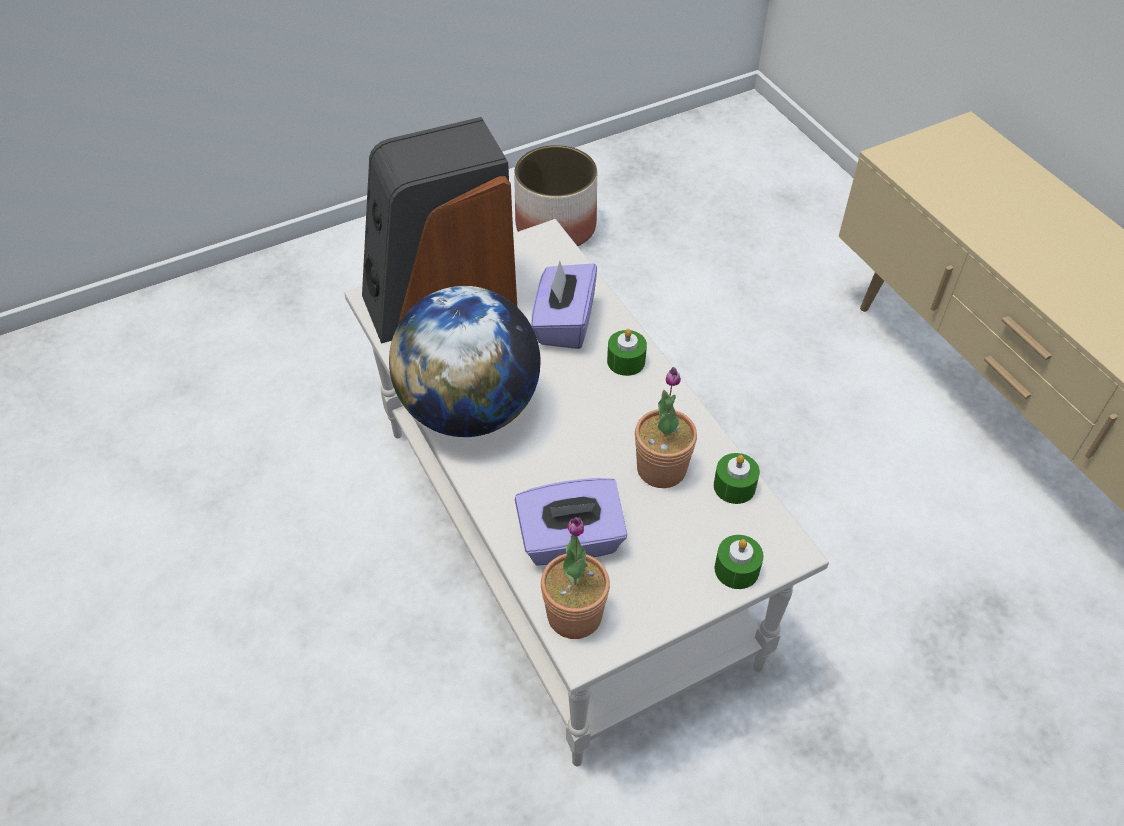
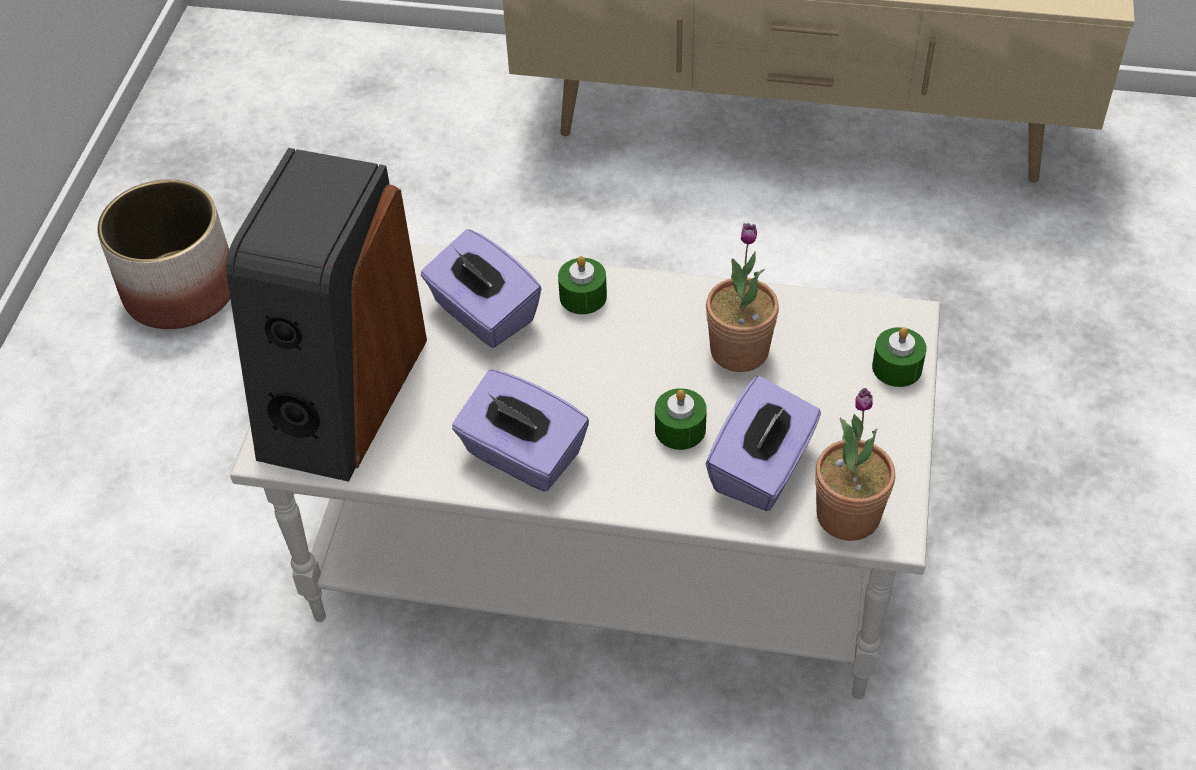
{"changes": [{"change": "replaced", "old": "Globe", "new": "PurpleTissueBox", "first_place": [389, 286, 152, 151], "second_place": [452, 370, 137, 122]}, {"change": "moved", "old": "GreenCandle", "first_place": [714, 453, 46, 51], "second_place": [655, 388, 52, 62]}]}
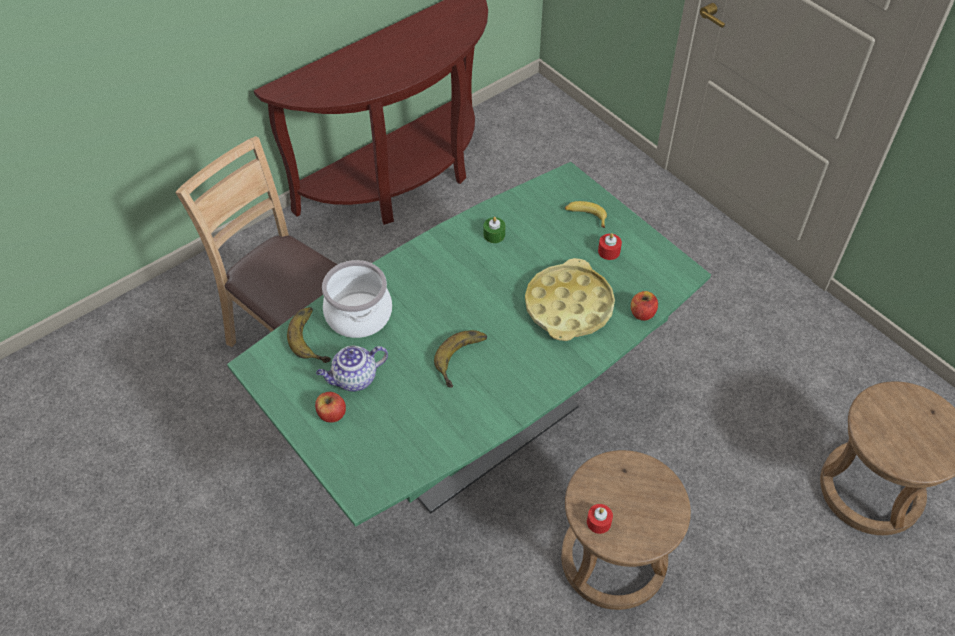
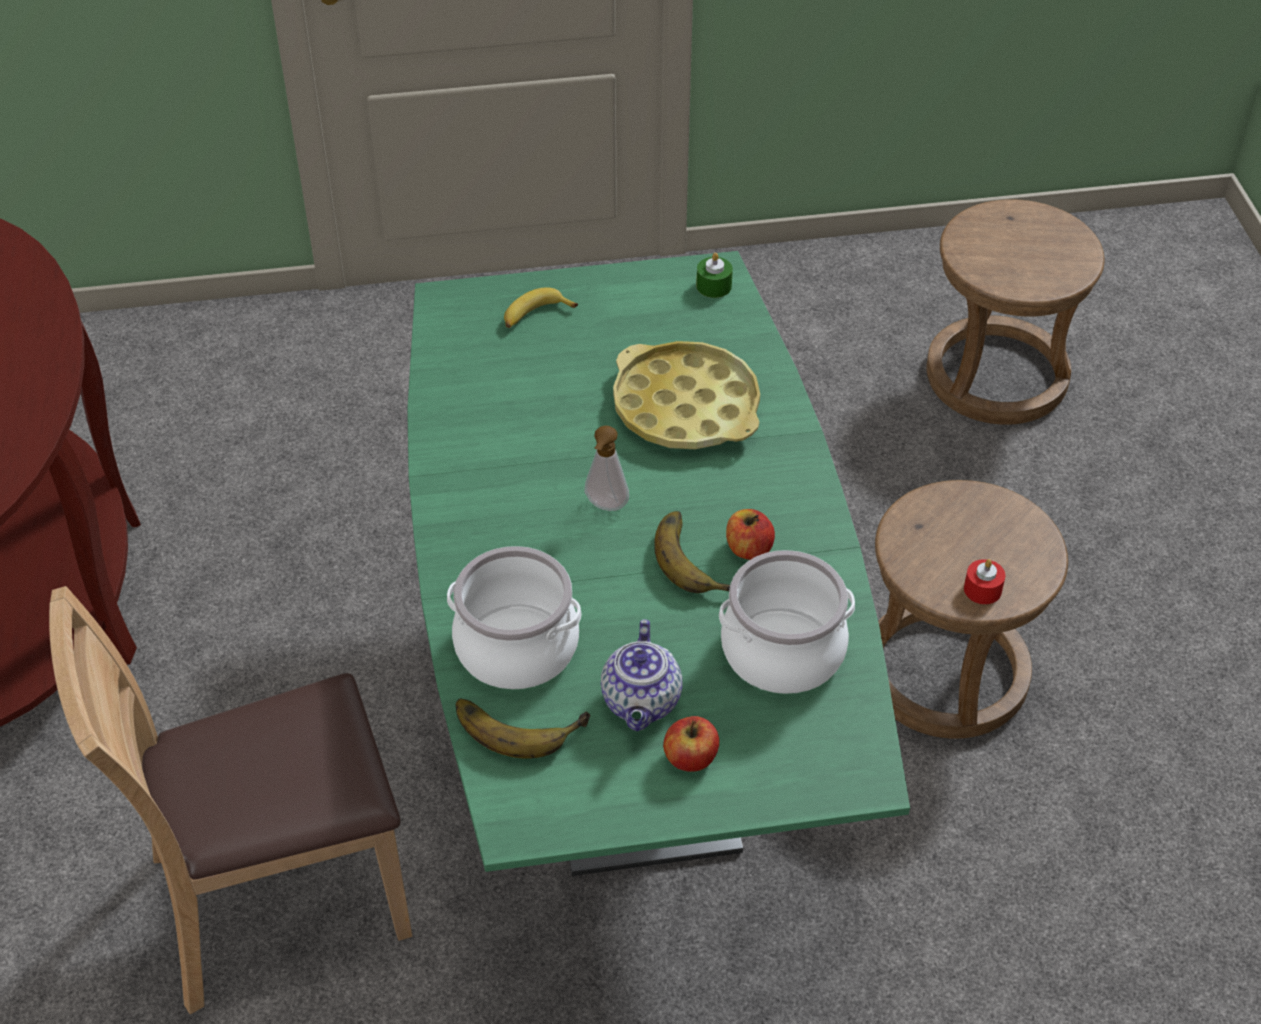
{"changes": [{"change": "moved", "old": "GreenCandle", "first_place": [483, 217, 22, 26], "second_place": [696, 253, 37, 45]}, {"change": "removed", "old": "RedCandle", "first_place": [598, 233, 24, 27]}, {"change": "moved", "old": "Apple", "first_place": [631, 291, 27, 30], "second_place": [726, 509, 49, 51]}, {"change": "added", "new": "SoapDispenser", "second_place": [585, 426, 44, 85]}, {"change": "added", "new": "CookingPot", "second_place": [719, 550, 136, 144]}]}
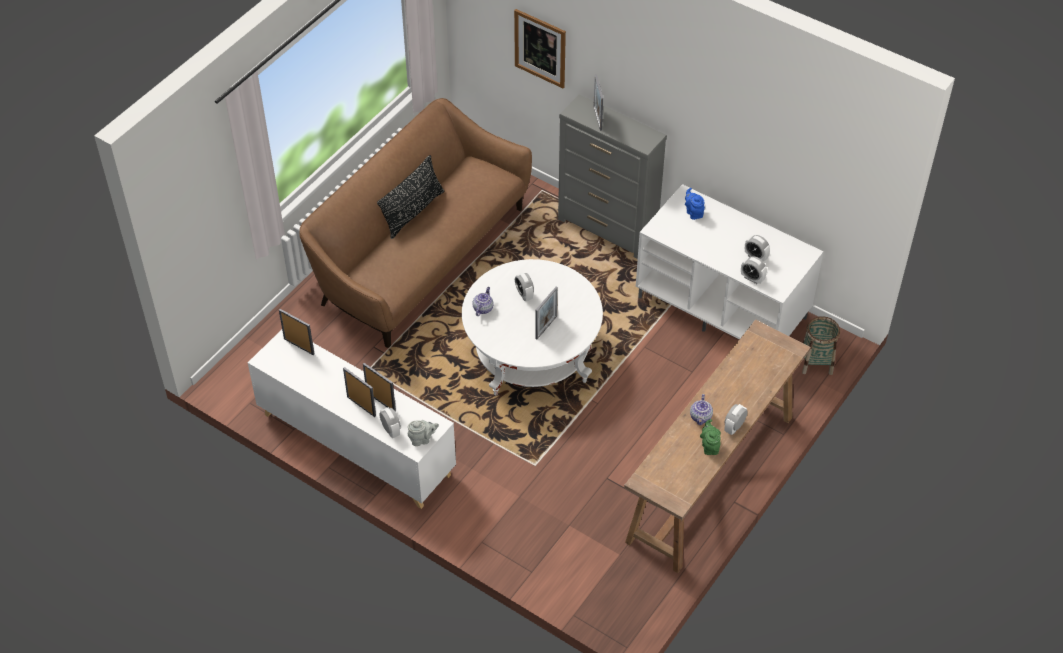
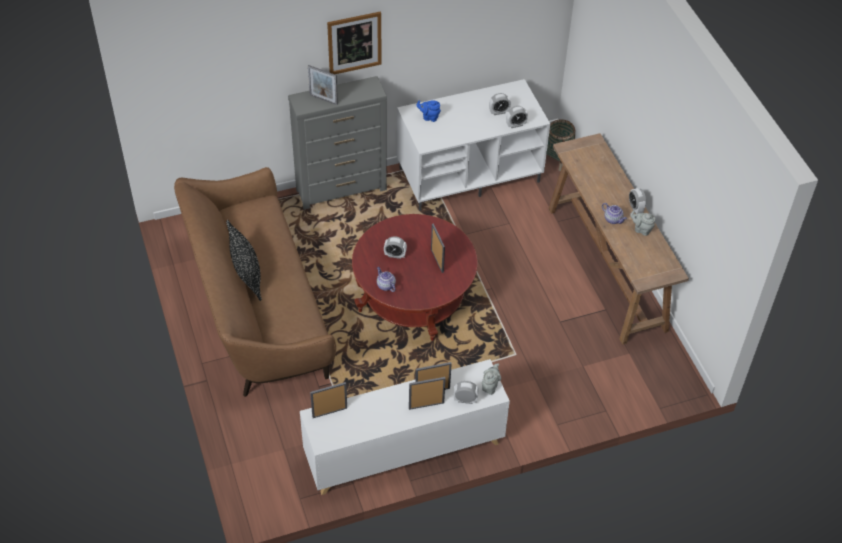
{"changes": [{"change": "recoloured", "old": "WhiteCoffeeTable", "new": "RedCoffeeTable", "first_place": [462, 259, 141, 136], "second_place": [352, 214, 126, 127]}, {"change": "moved", "old": "Picture", "first_place": [514, 9, 52, 79], "second_place": [327, 12, 55, 62]}, {"change": "recoloured", "old": "GreenTeapot", "new": "GreyTeapot", "first_place": [700, 419, 21, 36], "second_place": [630, 210, 25, 26]}]}
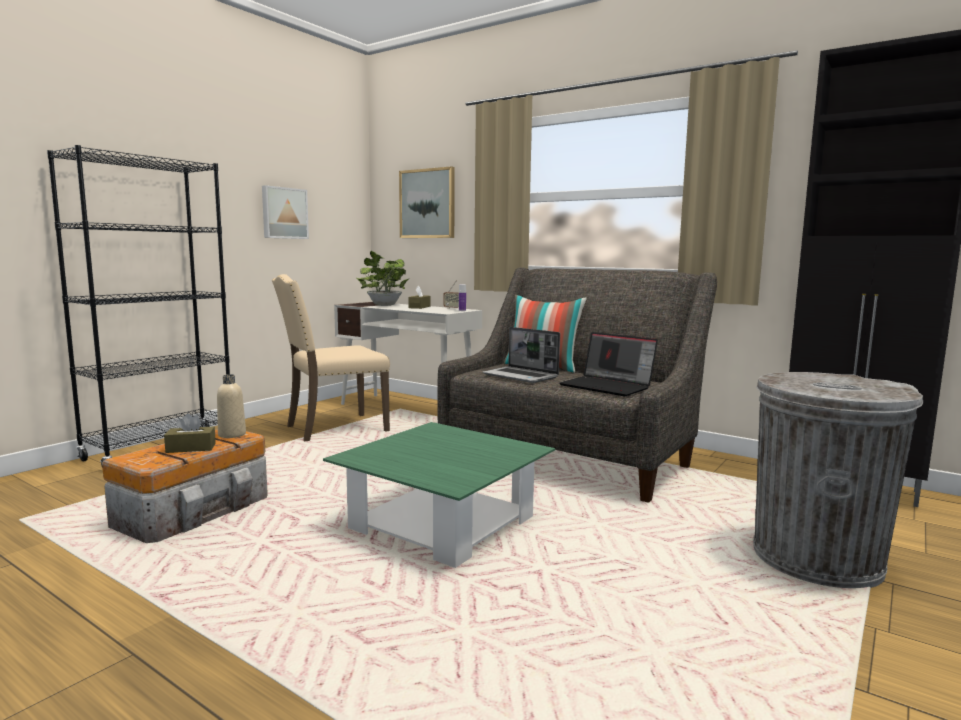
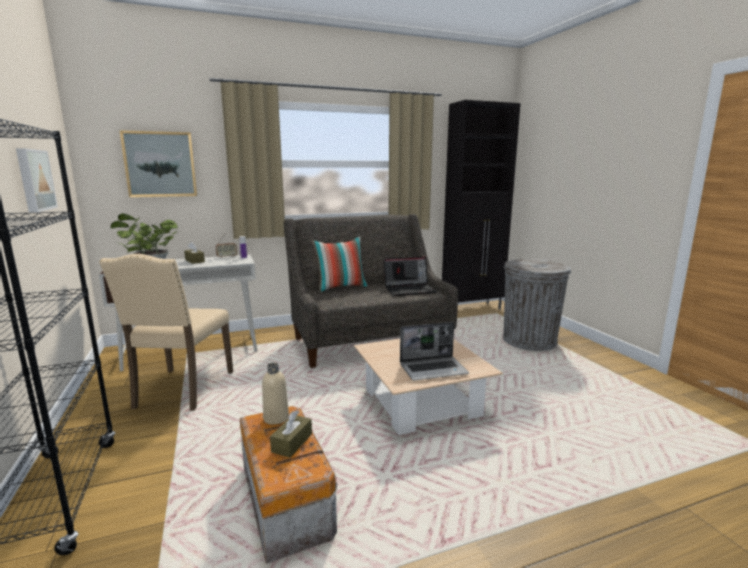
{"changes": [{"change": "recoloured", "old": "GreenCoffeeTable", "new": "BeigeCoffeeTable", "first_place": [323, 422, 232, 146], "second_place": [354, 339, 149, 96]}, {"change": "moved", "old": "Laptop", "first_place": [482, 327, 78, 56], "second_place": [400, 322, 69, 58]}]}
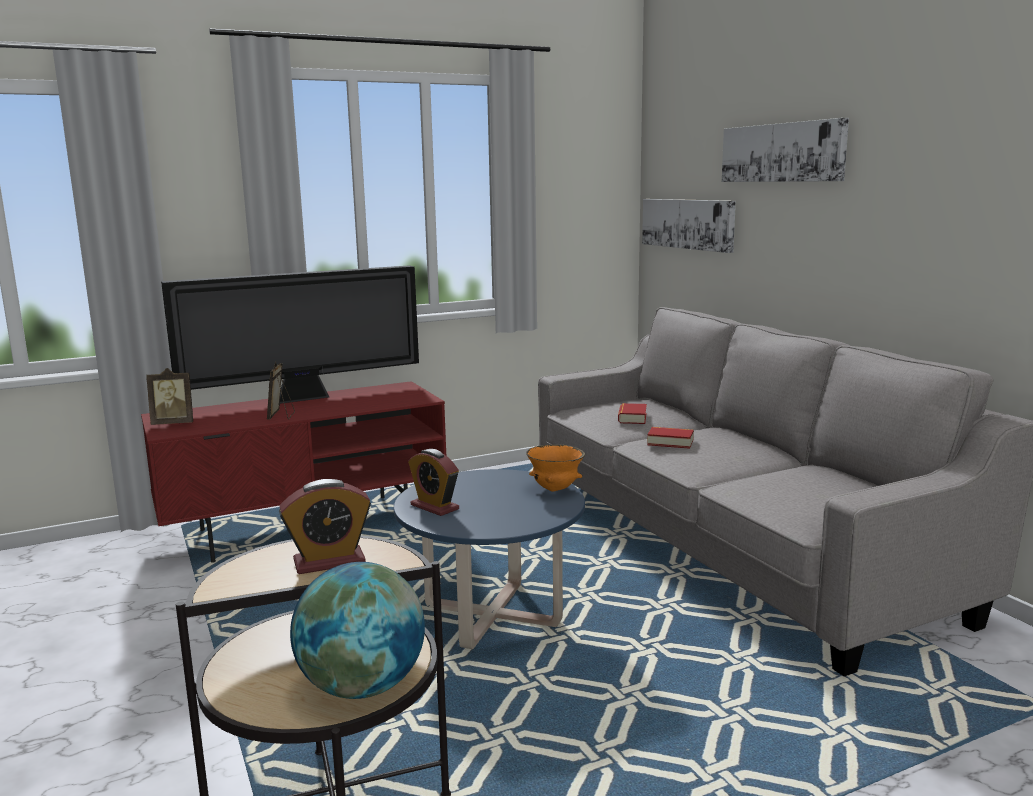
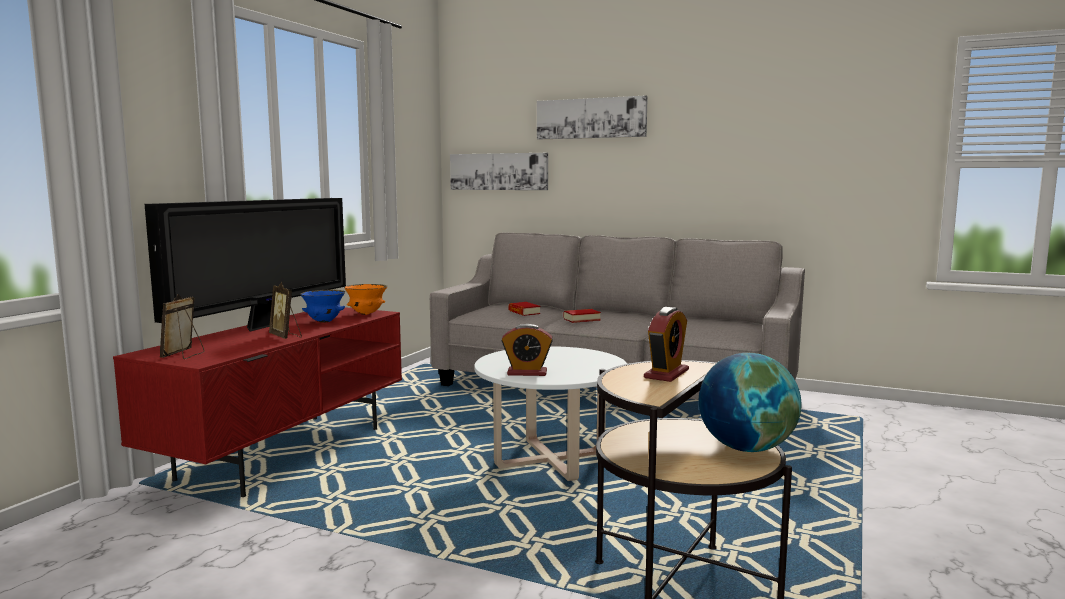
{"changes": [{"change": "turned", "old": "PictureFrame", "first_place": [146, 368, 47, 57], "second_place": [160, 294, 44, 65], "degrees": 150}, {"change": "recoloured", "old": "BlueCoffeeTable", "new": "WhiteCoffeeTable", "first_place": [394, 469, 191, 180], "second_place": [474, 346, 153, 135]}, {"change": "moved", "old": "OrangeBowl", "first_place": [526, 444, 59, 48], "second_place": [344, 284, 44, 31]}, {"change": "added", "new": "BlueBowl", "second_place": [300, 290, 45, 33]}]}
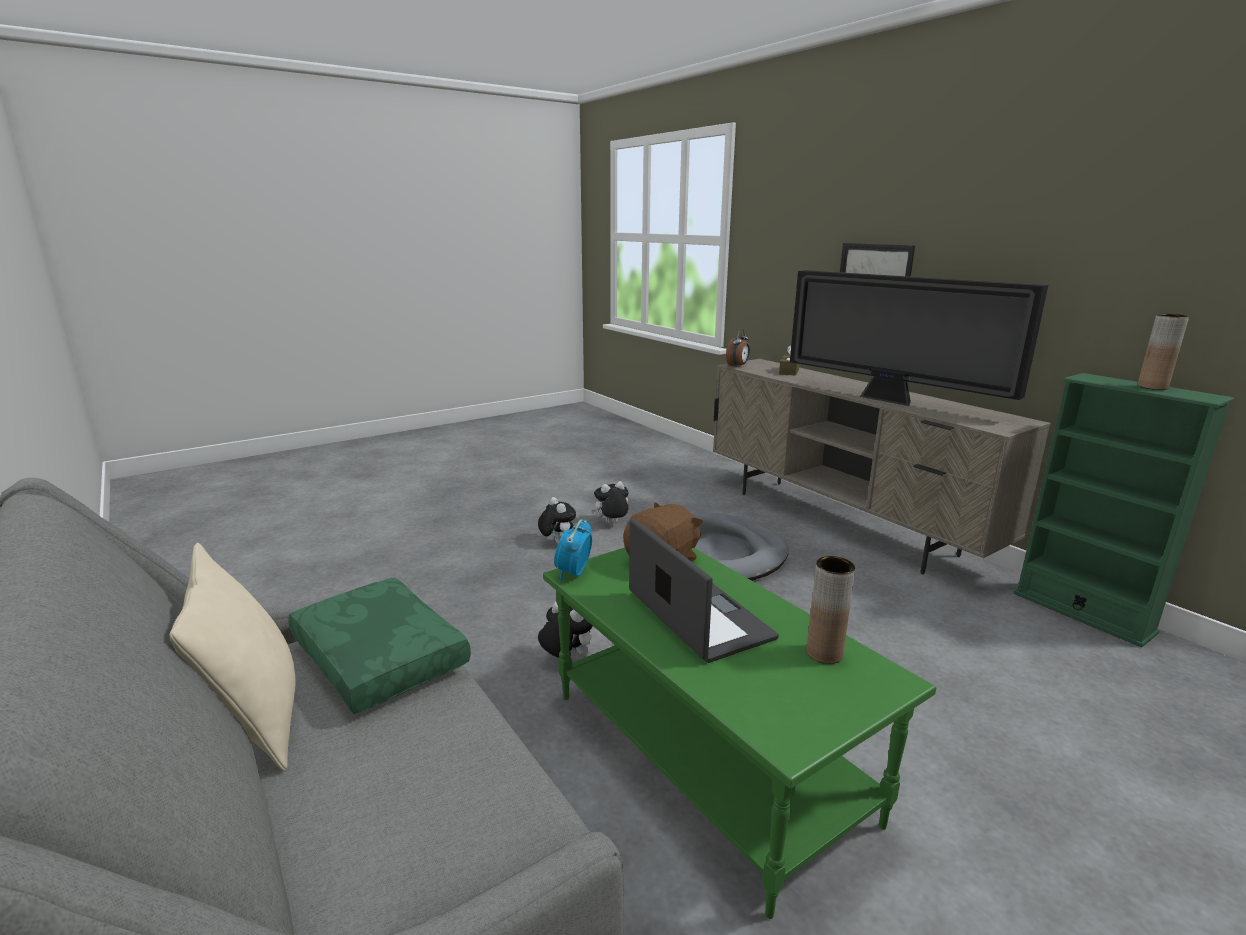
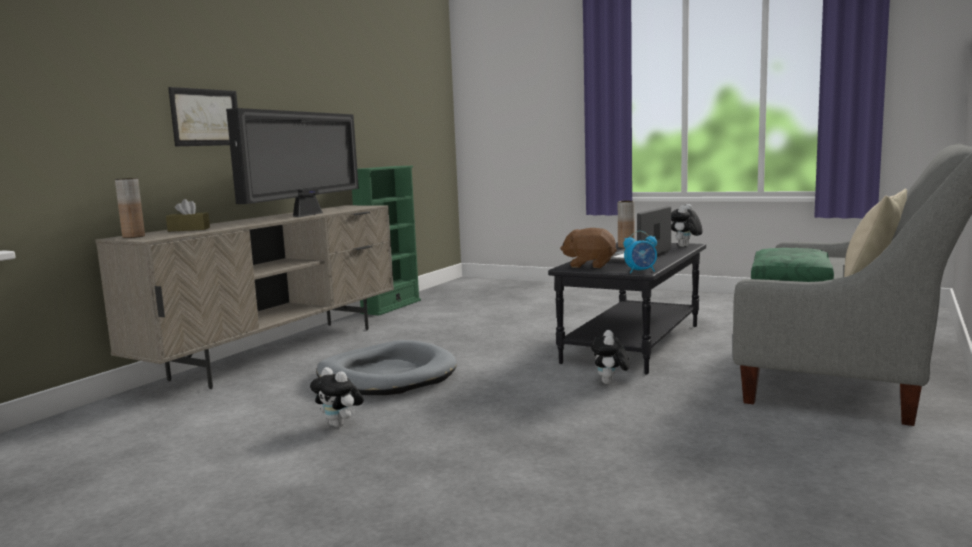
{"changes": [{"change": "moved", "old": "PlushToy", "first_place": [538, 497, 38, 47], "second_place": [671, 204, 32, 43]}, {"change": "recoloured", "old": "GreenCoffeeTable", "new": "BlackCoffeeTable", "first_place": [543, 547, 393, 372], "second_place": [548, 242, 158, 133]}, {"change": "removed", "old": "AlarmClock", "first_place": [726, 329, 24, 39]}, {"change": "moved", "old": "BrownVase", "first_place": [1138, 314, 51, 76], "second_place": [115, 178, 30, 60]}]}
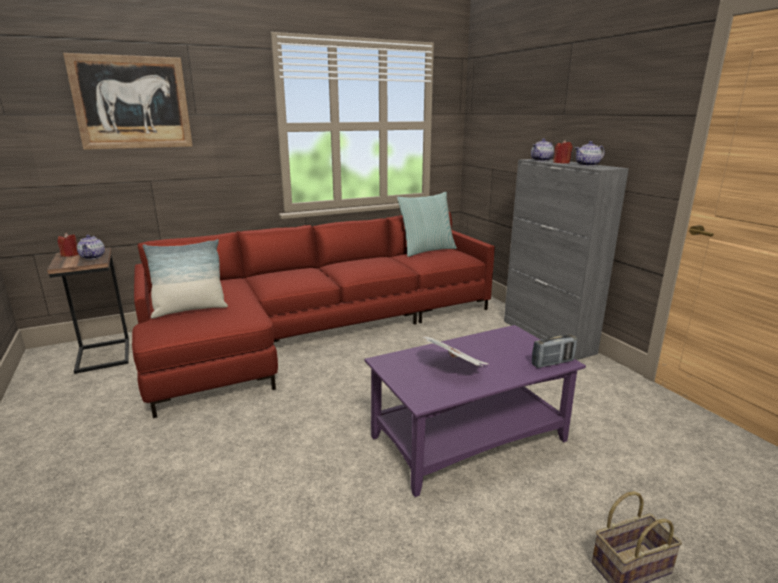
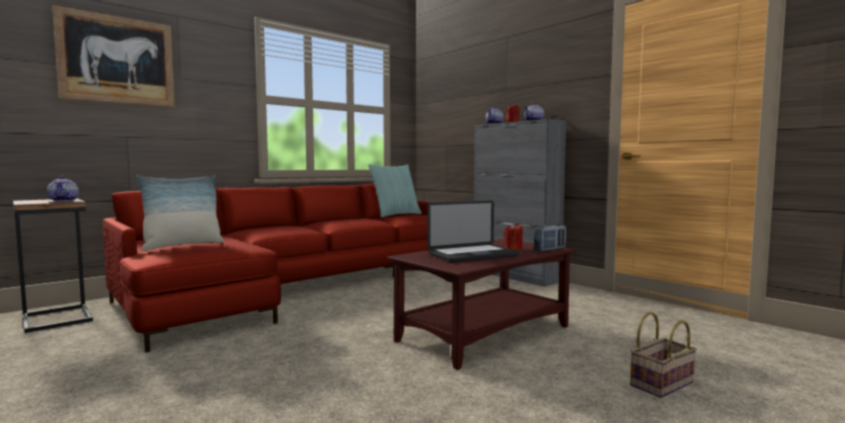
{"changes": [{"change": "moved", "old": "RedCandle", "first_place": [57, 233, 22, 24], "second_place": [504, 223, 19, 27]}, {"change": "recoloured", "old": "PurpleCoffeeTable", "new": "BrownCoffeeTable", "first_place": [364, 325, 222, 172], "second_place": [387, 239, 189, 131]}, {"change": "replaced", "old": "Newspaper", "new": "Laptop", "first_place": [423, 336, 65, 31], "second_place": [428, 200, 91, 62]}]}
